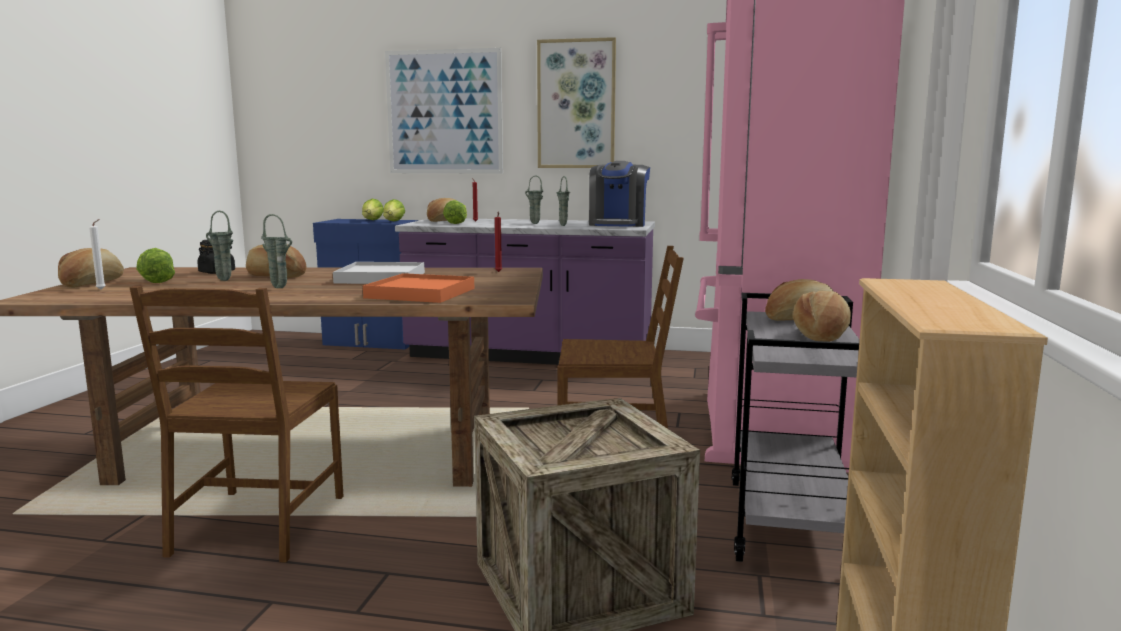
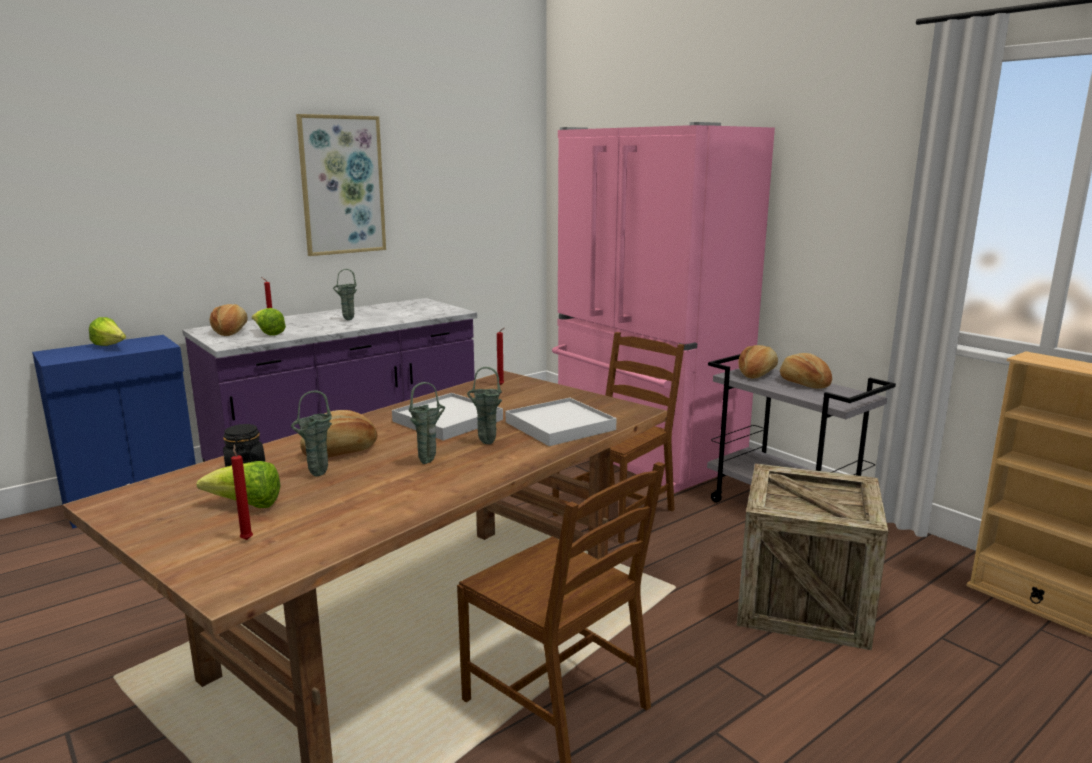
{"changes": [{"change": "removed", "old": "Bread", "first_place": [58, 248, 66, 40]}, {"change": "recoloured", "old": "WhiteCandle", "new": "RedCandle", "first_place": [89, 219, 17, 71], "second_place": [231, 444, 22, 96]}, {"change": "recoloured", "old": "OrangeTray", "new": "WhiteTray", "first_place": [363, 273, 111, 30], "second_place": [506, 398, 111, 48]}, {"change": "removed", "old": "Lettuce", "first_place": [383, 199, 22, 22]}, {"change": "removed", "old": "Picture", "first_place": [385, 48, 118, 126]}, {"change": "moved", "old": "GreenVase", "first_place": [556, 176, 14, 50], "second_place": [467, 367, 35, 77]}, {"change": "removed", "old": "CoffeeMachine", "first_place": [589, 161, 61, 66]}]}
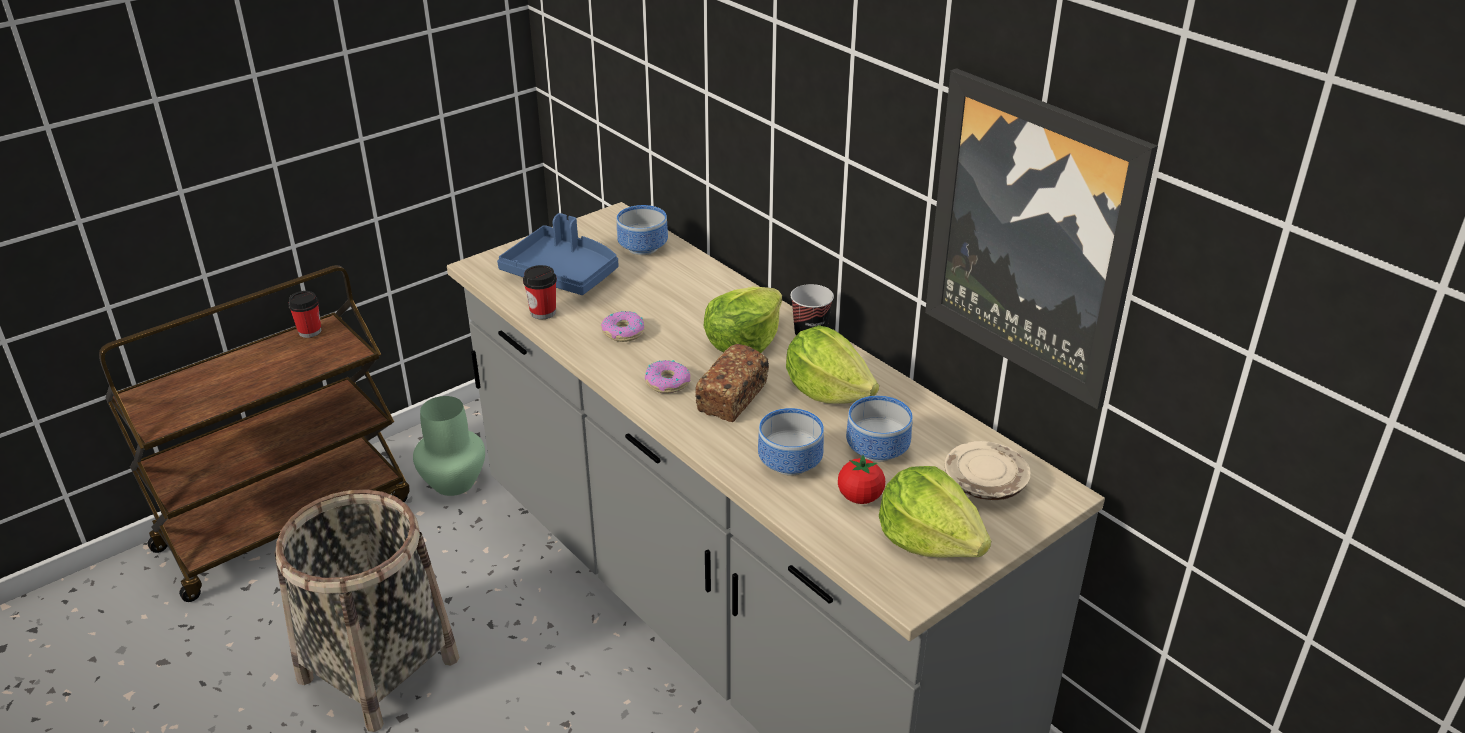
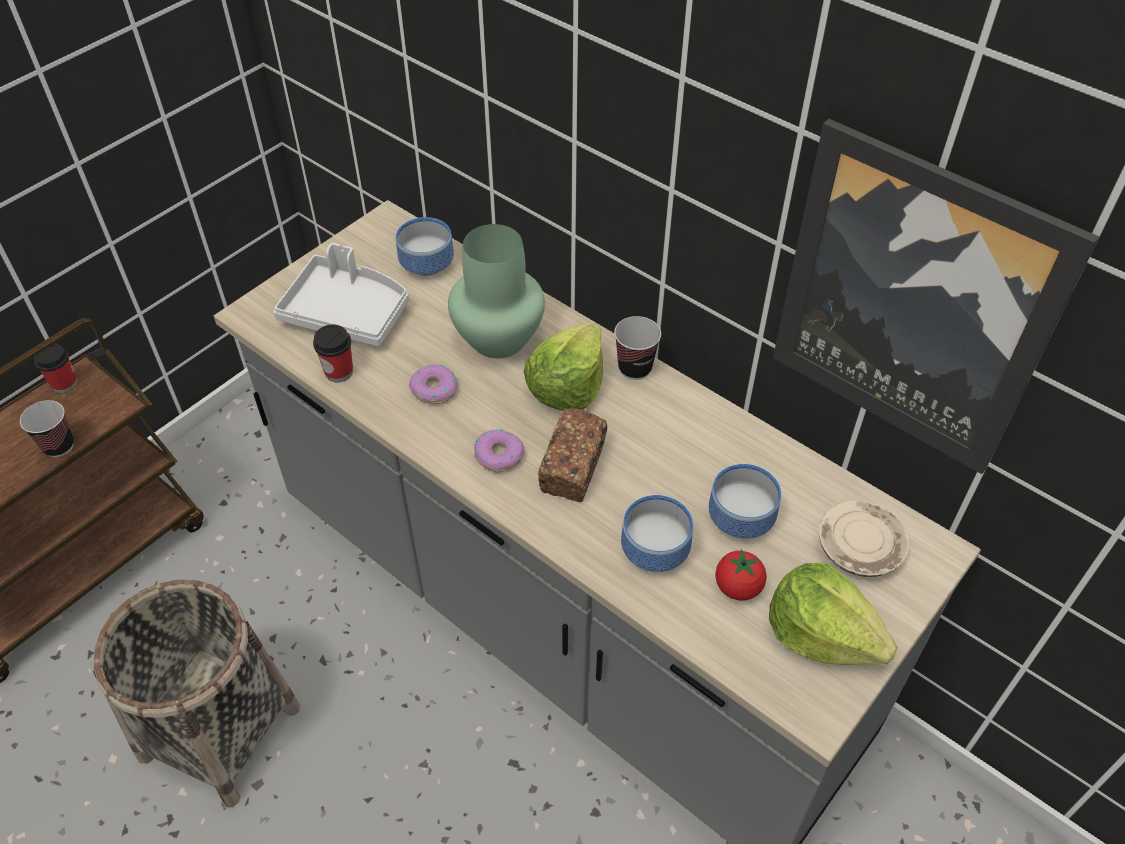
{"changes": [{"change": "moved", "old": "GreenVase", "first_place": [413, 396, 72, 100], "second_place": [448, 224, 97, 134]}, {"change": "recoloured", "old": "BlueTray", "new": "WhiteTray", "first_place": [497, 213, 121, 82], "second_place": [273, 243, 136, 103]}, {"change": "removed", "old": "Lettuce", "first_place": [786, 325, 93, 79]}, {"change": "added", "new": "Cup", "second_place": [20, 400, 54, 57]}]}
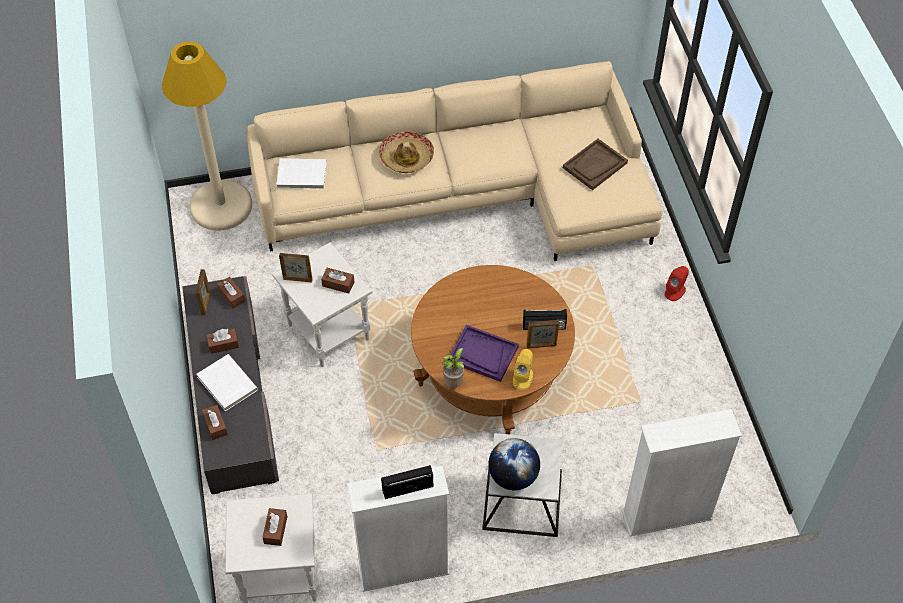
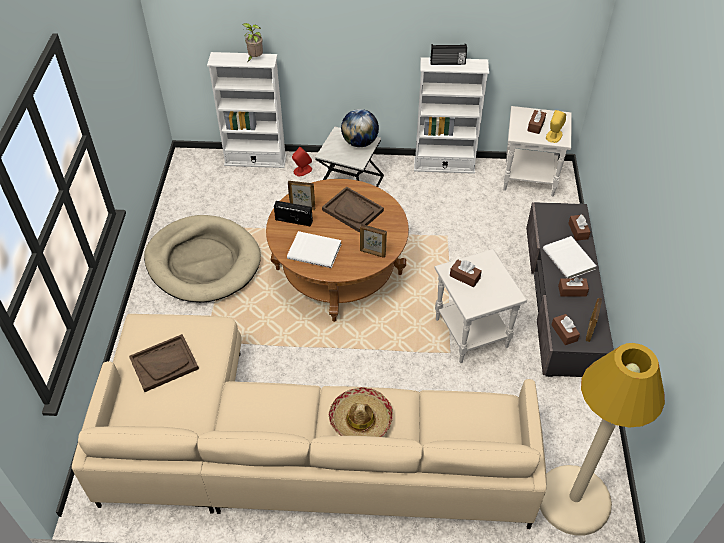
{"changes": [{"change": "moved", "old": "WhiteBook", "first_place": [276, 158, 51, 31], "second_place": [287, 231, 54, 37]}, {"change": "moved", "old": "PictureFrame", "first_place": [279, 253, 34, 29], "second_place": [360, 224, 27, 34]}, {"change": "moved", "old": "PottedPlant", "first_place": [442, 348, 22, 40], "second_place": [243, 23, 20, 38]}, {"change": "recoloured", "old": "PurpleTray", "new": "BrownTray", "first_place": [448, 325, 71, 57], "second_place": [322, 186, 62, 47]}, {"change": "moved", "old": "YellowSpeaker", "first_place": [513, 349, 20, 41], "second_place": [546, 110, 20, 33]}, {"change": "moved", "old": "RedSpeaker", "first_place": [665, 266, 24, 35], "second_place": [292, 147, 20, 30]}, {"change": "added", "new": "BeigeDogBed", "second_place": [144, 215, 117, 87]}]}
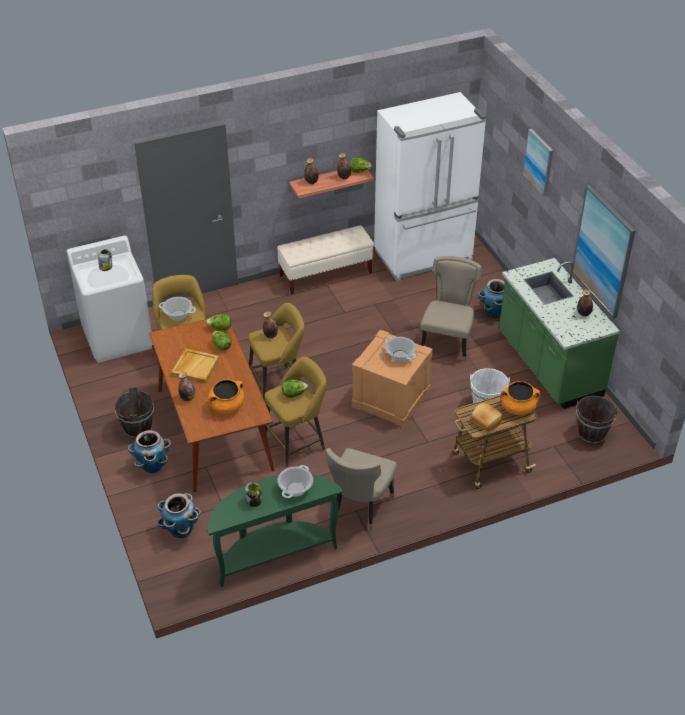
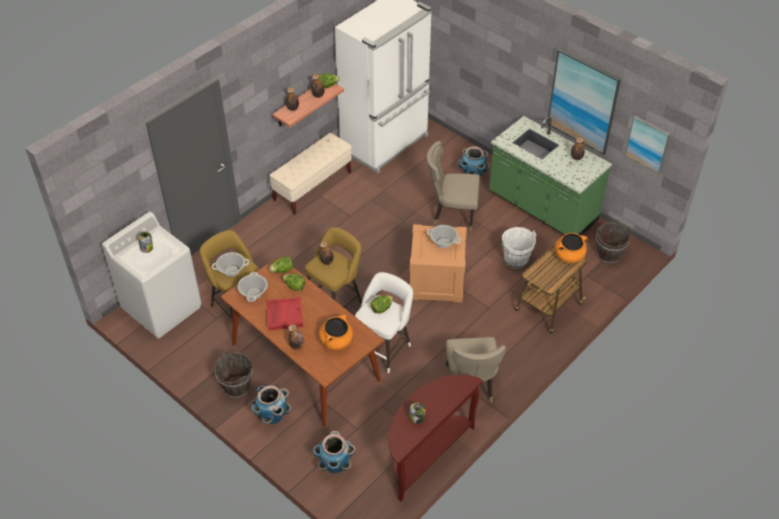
{"changes": [{"change": "recoloured", "old": "BeigeTray", "new": "RedTray", "first_place": [171, 349, 48, 35], "second_place": [266, 297, 37, 34]}, {"change": "recoloured", "old": "GreenConsoleTable", "new": "BrownConsoleTable", "first_place": [207, 475, 136, 112], "second_place": [388, 375, 95, 127]}, {"change": "recoloured", "old": "YellowStool", "new": "WhiteStool", "first_place": [265, 357, 62, 110], "second_place": [355, 272, 58, 101]}, {"change": "moved", "old": "CookingPot", "first_place": [277, 465, 36, 33], "second_place": [237, 272, 31, 30]}, {"change": "turned", "old": "BeigeChair", "first_place": [420, 256, 62, 106], "second_place": [427, 141, 53, 90], "degrees": -75}, {"change": "removed", "old": "Bread", "first_place": [471, 403, 32, 29]}, {"change": "moved", "old": "Picture", "first_place": [523, 129, 30, 67], "second_place": [625, 116, 45, 58]}]}
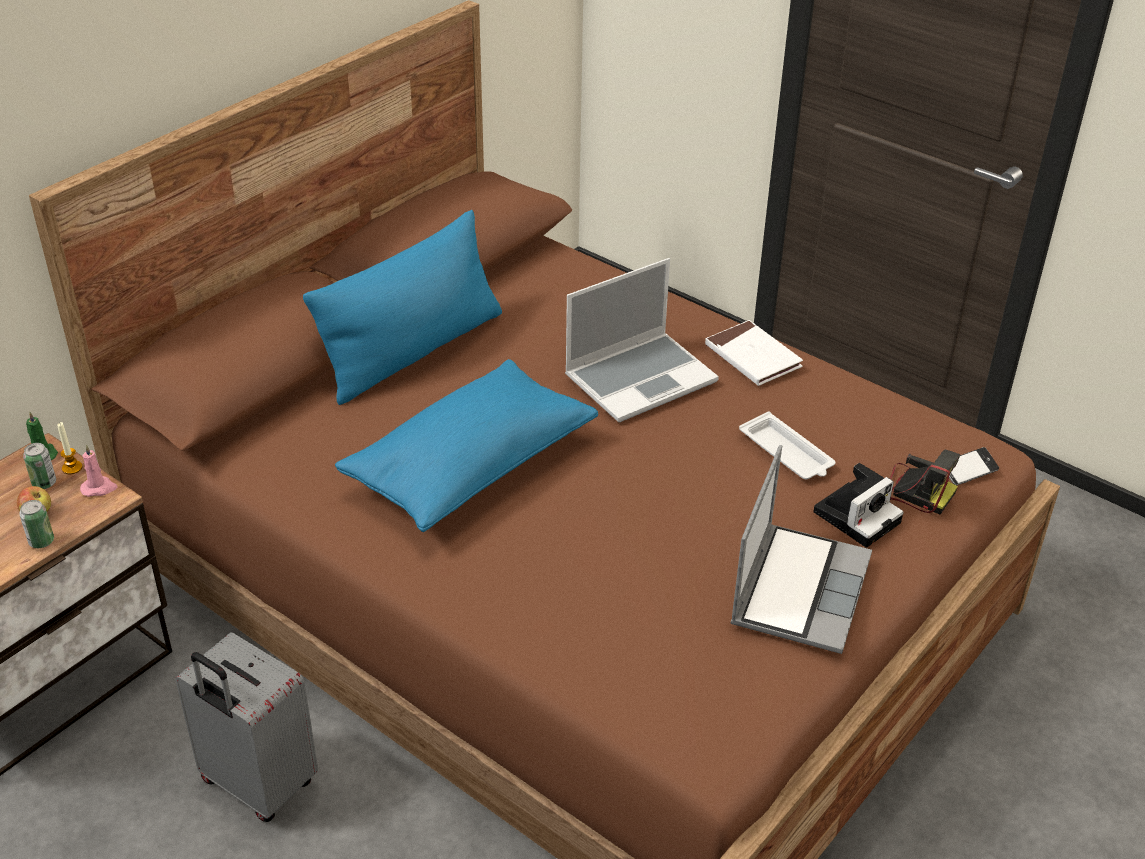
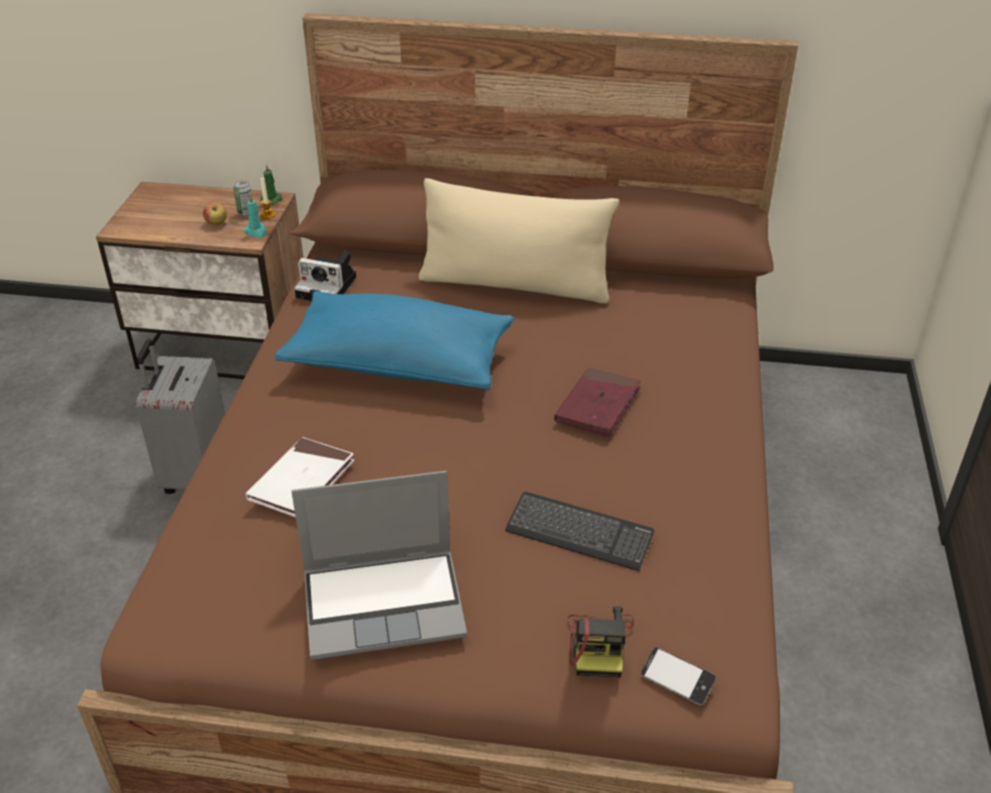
{"changes": [{"change": "removed", "old": "Can", "first_place": [19, 500, 35, 48]}, {"change": "recoloured", "old": "PinkCandle", "new": "TurquoiseCandle", "first_place": [80, 444, 37, 53], "second_place": [244, 195, 23, 43]}, {"change": "recoloured", "old": "BluePillow", "new": "BeigePillow", "first_place": [303, 210, 199, 195], "second_place": [419, 178, 200, 125]}, {"change": "replaced", "old": "Laptop", "new": "RedBook", "first_place": [565, 258, 154, 164], "second_place": [554, 368, 87, 68]}, {"change": "moved", "old": "WhiteBook", "first_place": [705, 320, 98, 66], "second_place": [246, 437, 109, 80]}, {"change": "replaced", "old": "WhiteTray", "new": "Keyboard", "first_place": [739, 412, 97, 67], "second_place": [505, 492, 149, 79]}, {"change": "moved", "old": "PhotoCamera", "first_place": [814, 463, 90, 85], "second_place": [294, 252, 62, 49]}]}
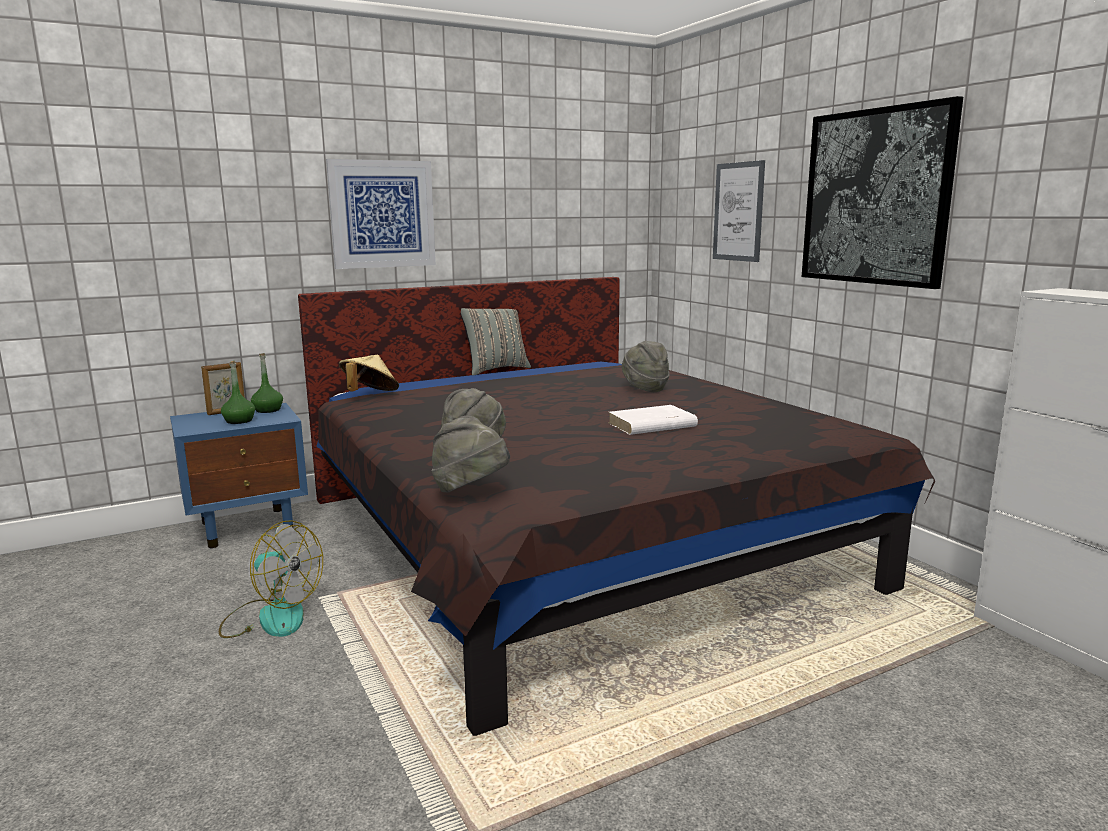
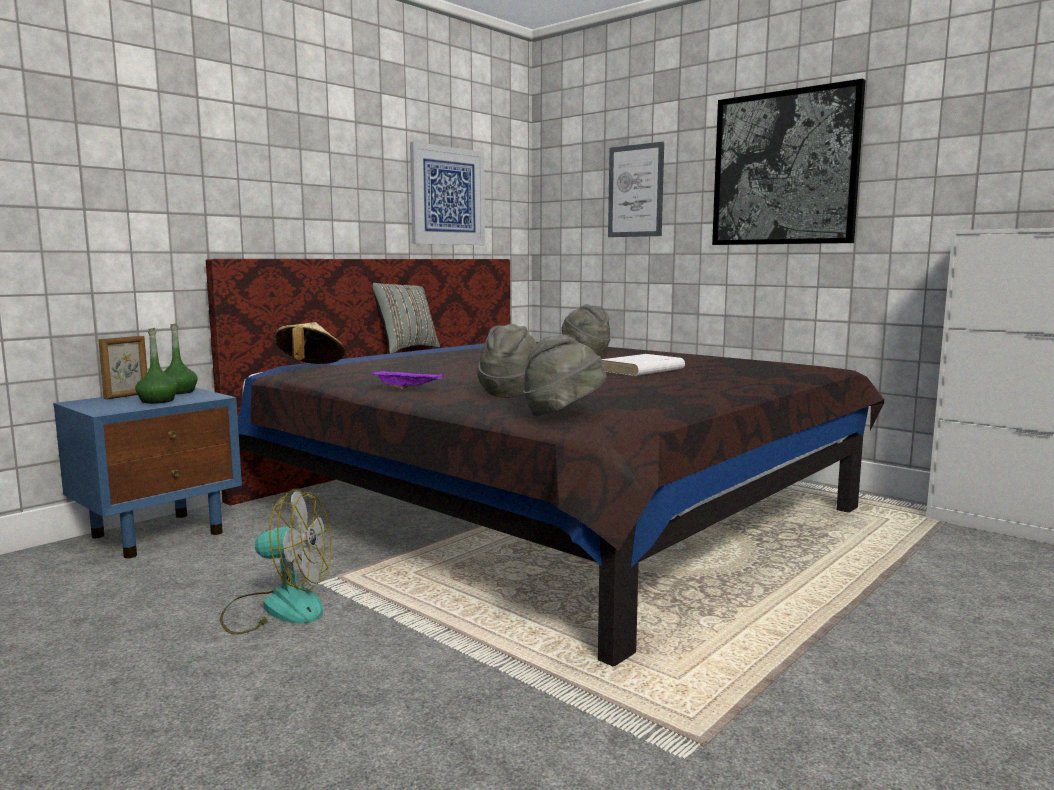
{"changes": [{"change": "moved", "old": "Picture", "first_place": [326, 159, 110, 110], "second_place": [410, 142, 75, 103]}, {"change": "added", "new": "PurpleTray", "second_place": [371, 370, 73, 19]}]}
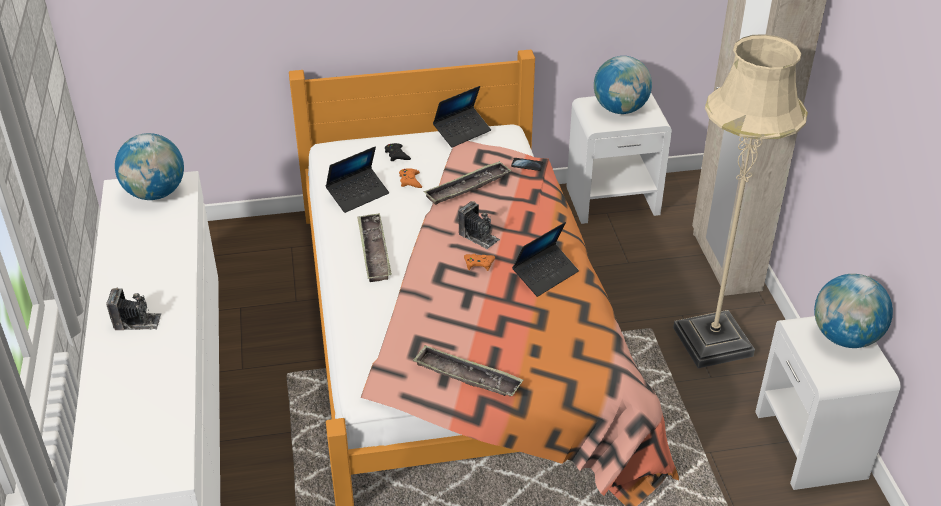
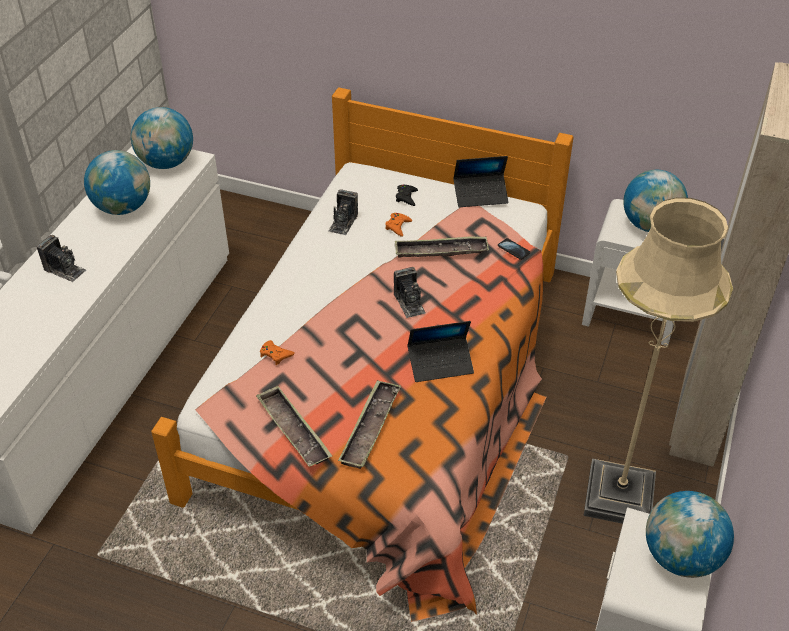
{"changes": [{"change": "replaced", "old": "Laptop", "new": "PhotoCamera", "first_place": [325, 147, 64, 66], "second_place": [328, 189, 30, 46]}, {"change": "moved", "old": "Tray", "first_place": [357, 213, 35, 69], "second_place": [338, 380, 63, 89]}, {"change": "moved", "old": "OrangeGameController", "first_place": [464, 254, 31, 17], "second_place": [260, 340, 35, 25]}, {"change": "added", "new": "Globe", "second_place": [84, 150, 66, 65]}]}
